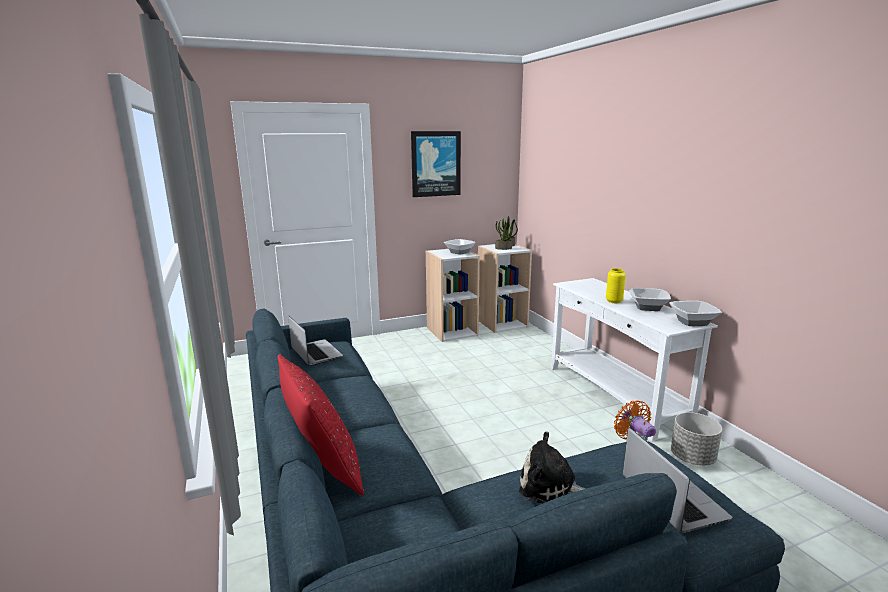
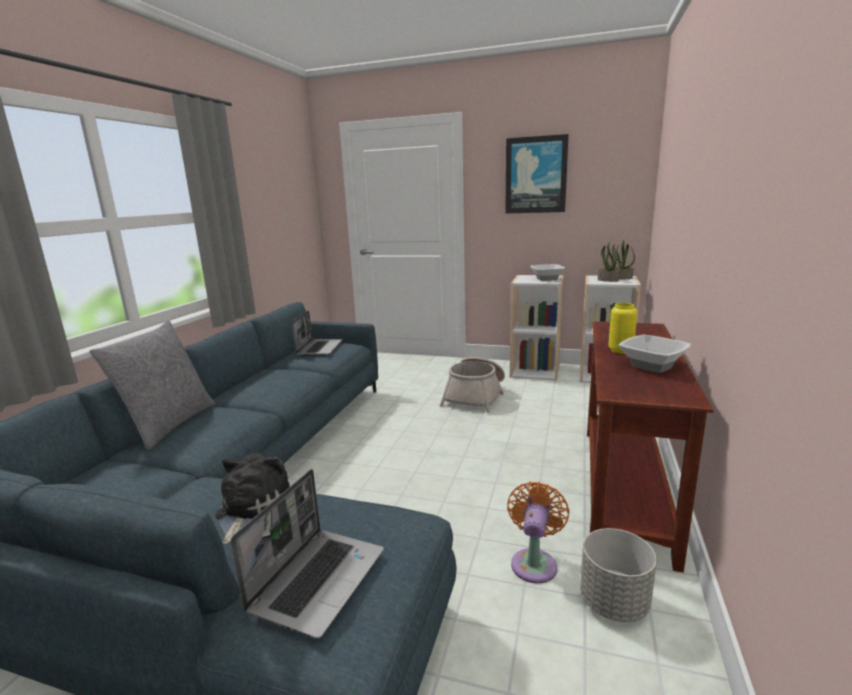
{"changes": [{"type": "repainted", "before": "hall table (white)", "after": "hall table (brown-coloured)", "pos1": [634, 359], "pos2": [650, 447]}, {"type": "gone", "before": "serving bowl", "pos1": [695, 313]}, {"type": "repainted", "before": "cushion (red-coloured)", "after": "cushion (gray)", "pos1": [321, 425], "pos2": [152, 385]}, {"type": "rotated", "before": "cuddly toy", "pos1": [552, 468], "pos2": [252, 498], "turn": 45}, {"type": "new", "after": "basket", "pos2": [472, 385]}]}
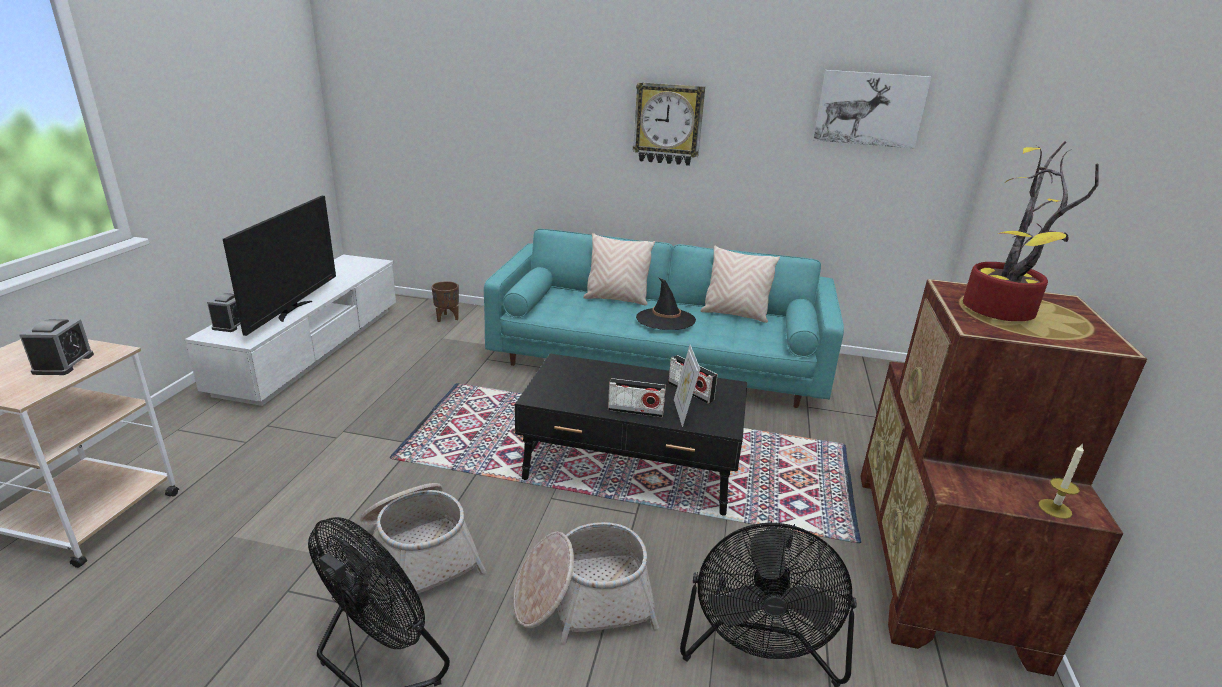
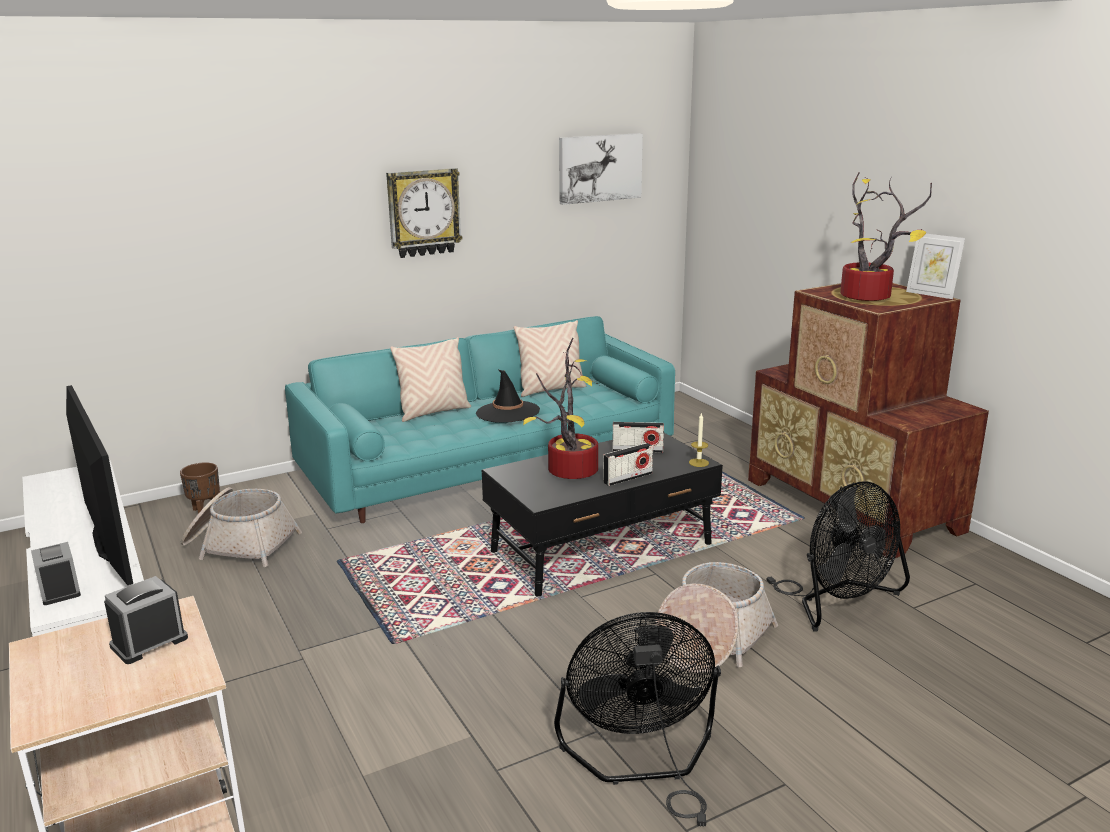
{"changes": [{"type": "rotated", "before": "alarm clock", "pos1": [56, 347], "pos2": [146, 620], "turn": -90}, {"type": "shifted", "before": "picture frame", "pos1": [687, 386], "pos2": [935, 266]}, {"type": "shifted", "before": "wax candle", "pos1": [1061, 481], "pos2": [699, 439]}, {"type": "shifted", "before": "basket", "pos1": [423, 547], "pos2": [241, 527]}, {"type": "new", "after": "plant in a pot", "pos2": [561, 408]}]}
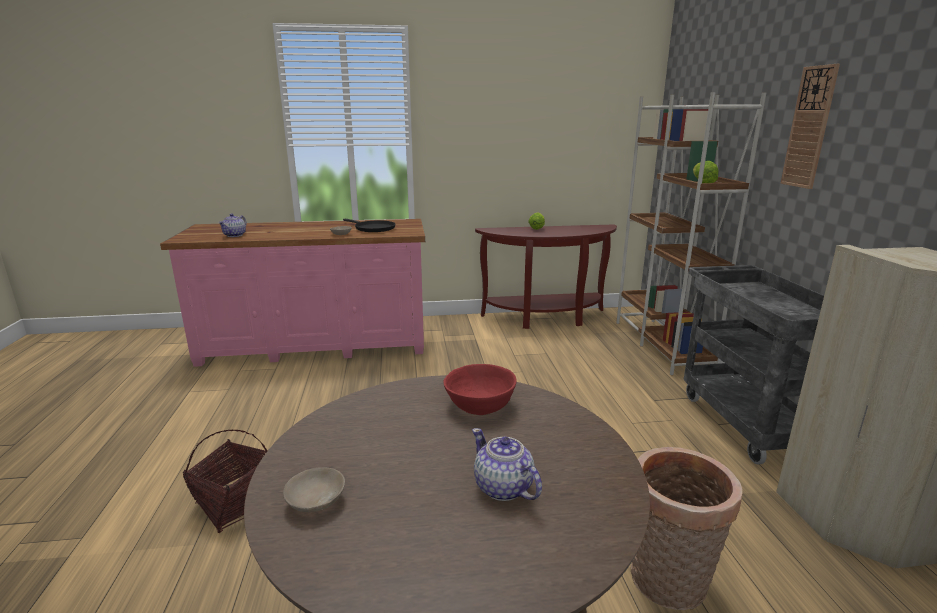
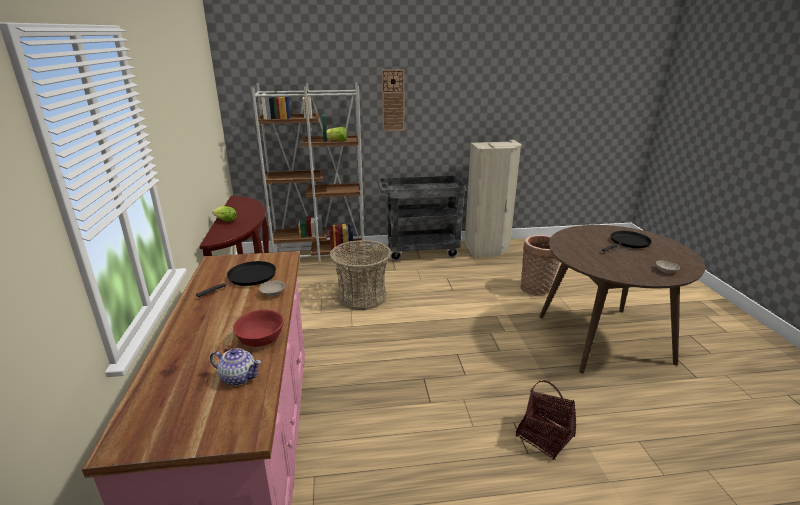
{"changes": [{"type": "shifted", "before": "serving bowl (red-coloured)", "pos1": [480, 389], "pos2": [258, 328]}, {"type": "swapped", "before": "pot for tea", "after": "frying pan (black-coloured)", "pos1": [507, 464], "pos2": [627, 241]}, {"type": "new", "after": "basket", "pos2": [360, 275]}]}
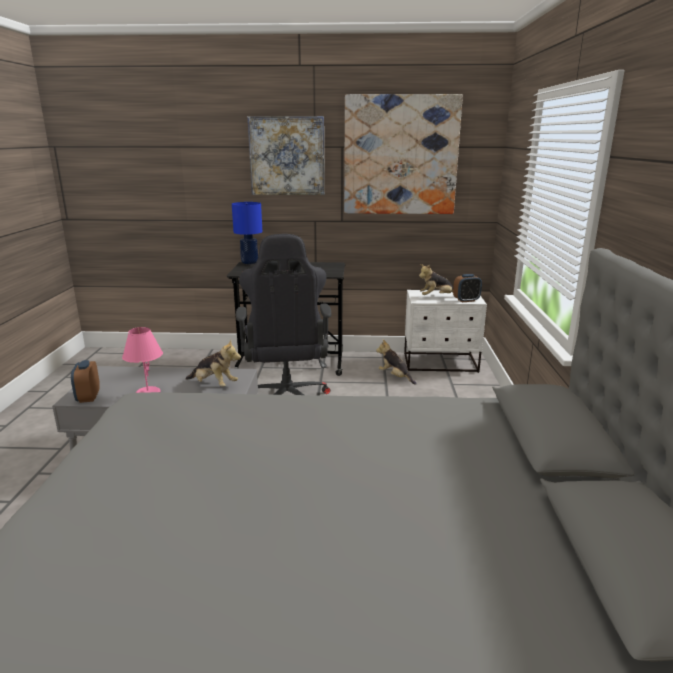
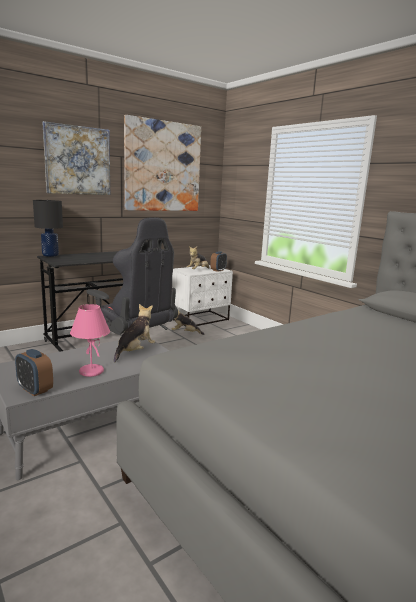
{"changes": [{"type": "repainted", "before": "tabletop lamp (blue)", "after": "tabletop lamp (black-coloured)", "pos1": [247, 233], "pos2": [48, 228]}, {"type": "rotated", "before": "cuddly toy", "pos1": [213, 363], "pos2": [134, 333], "turn": -45}]}
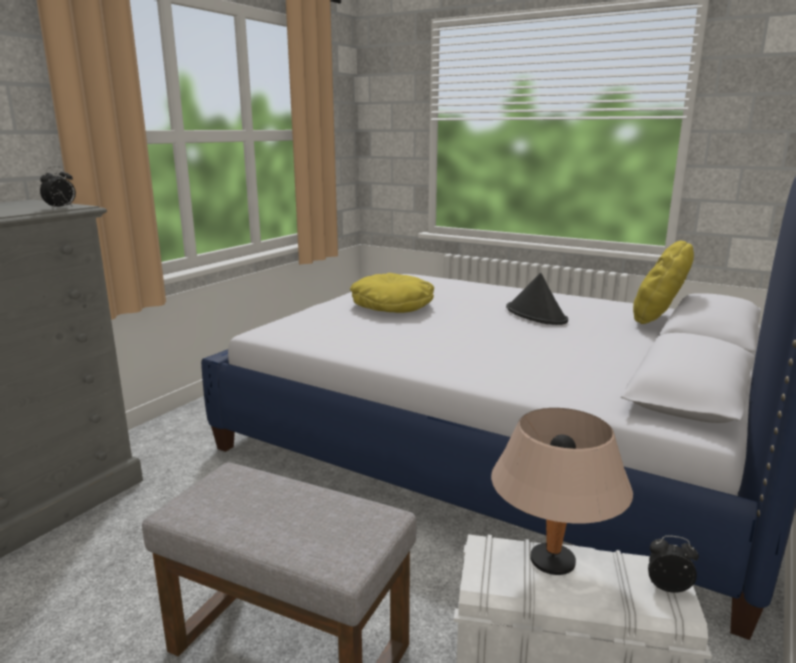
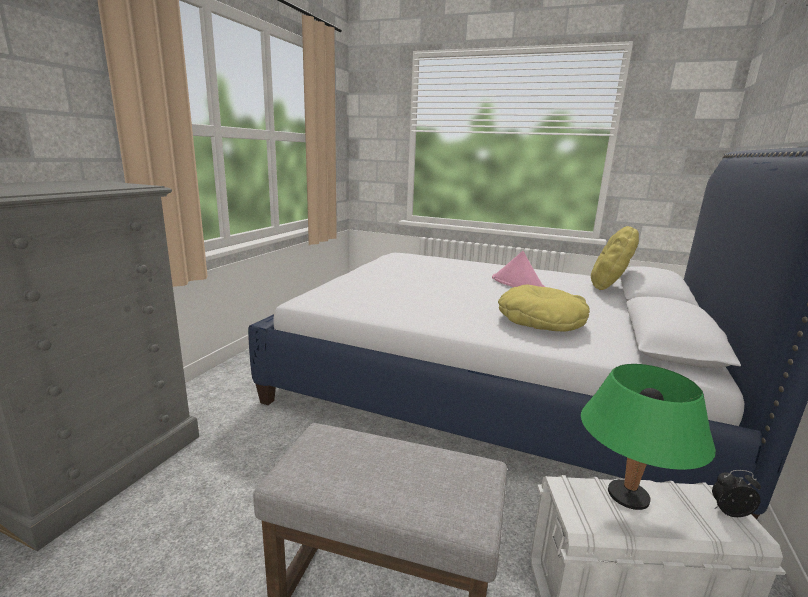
{"changes": [{"type": "gone", "before": "alarm clock", "pos1": [58, 187]}, {"type": "shifted", "before": "cushion (yellow-coloured)", "pos1": [392, 293], "pos2": [544, 308]}, {"type": "repainted", "before": "hat (black-coloured)", "after": "hat (pink)", "pos1": [537, 299], "pos2": [518, 269]}, {"type": "repainted", "before": "tabletop lamp (sand-coloured)", "after": "tabletop lamp (green-coloured)", "pos1": [562, 491], "pos2": [648, 437]}]}
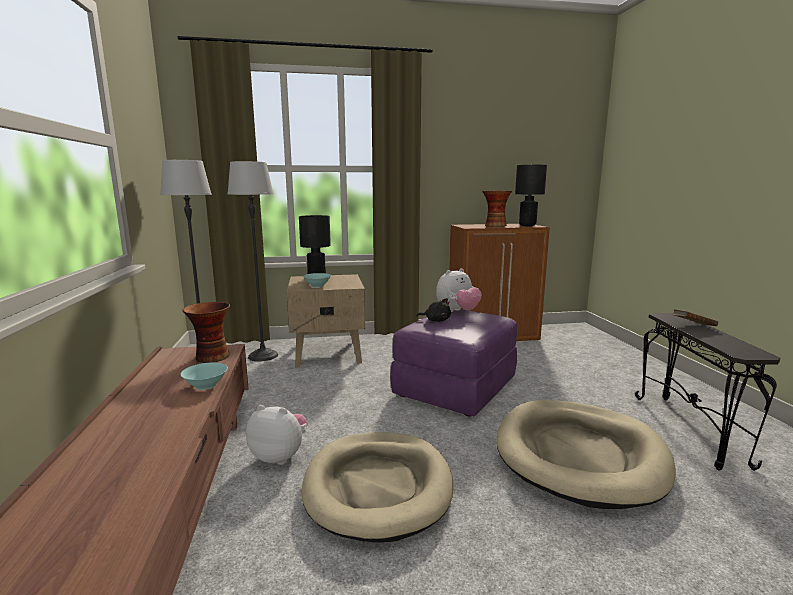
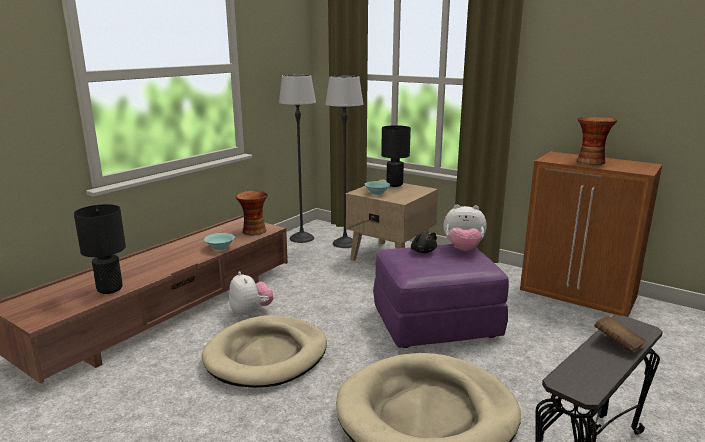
{"changes": [{"type": "shifted", "before": "tabletop lamp (black-coloured)", "pos1": [531, 195], "pos2": [100, 249]}]}
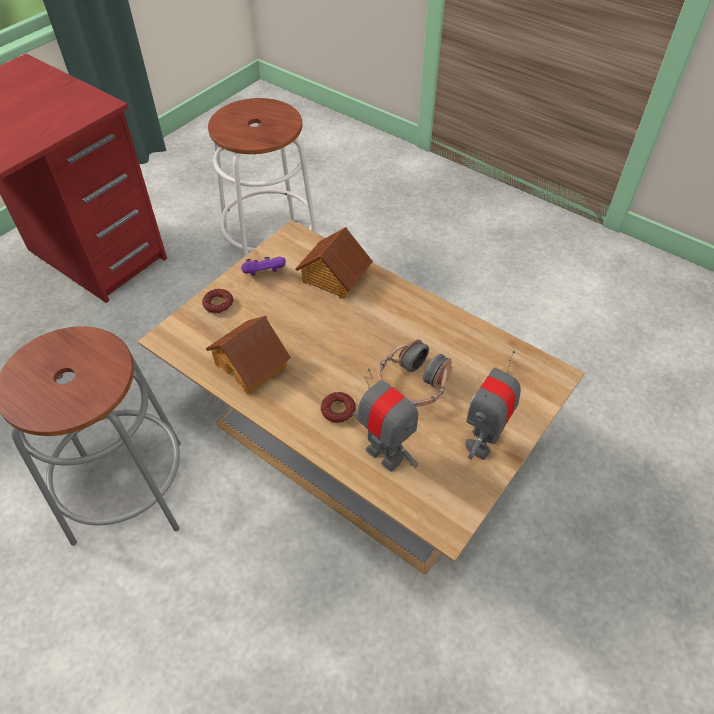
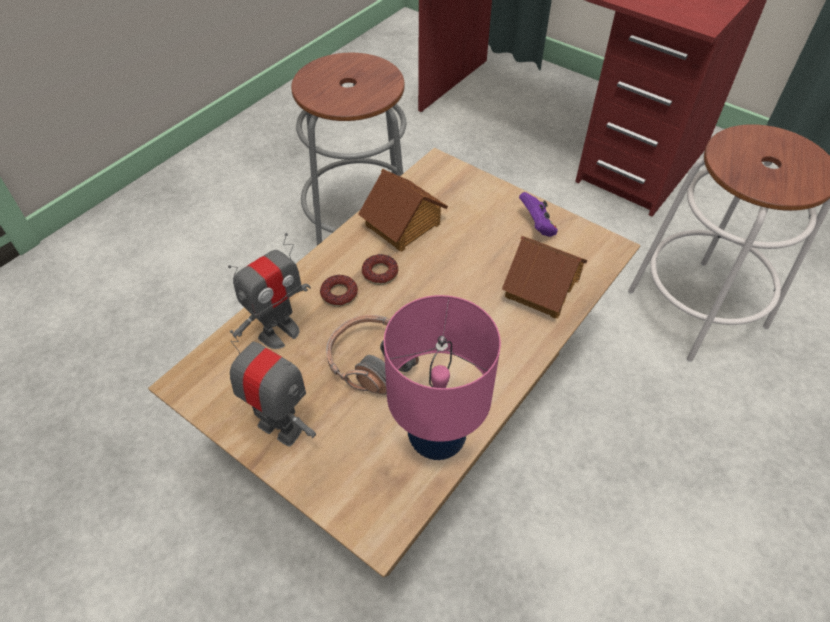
{"changes": [{"type": "shifted", "before": "doughnut", "pos1": [217, 301], "pos2": [380, 269]}, {"type": "new", "after": "tabletop lamp (pink)", "pos2": [442, 377]}]}
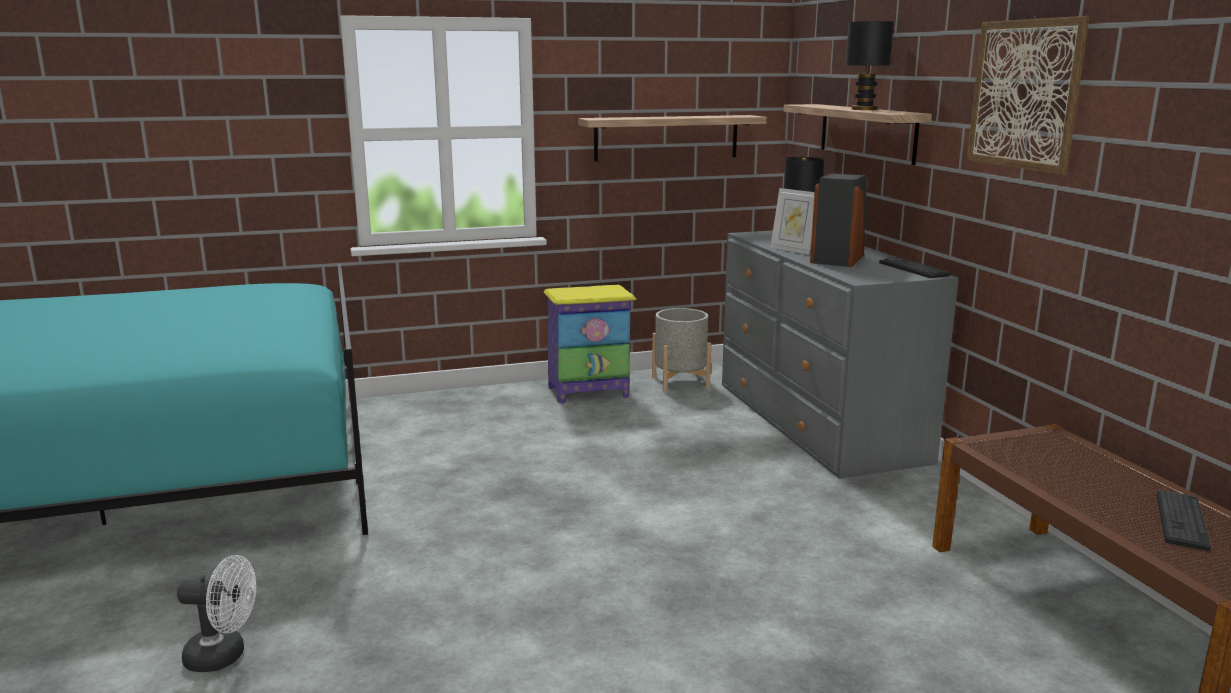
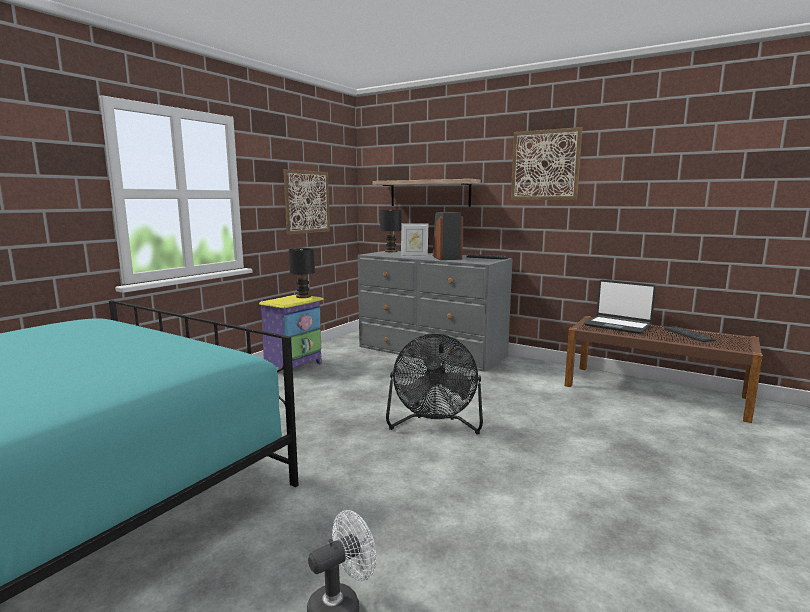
{"changes": [{"type": "shifted", "before": "tabletop lamp (black-coloured)", "pos1": [869, 65], "pos2": [302, 273]}, {"type": "swapped", "before": "bracket shelf", "after": "wall picture", "pos1": [672, 138], "pos2": [306, 201]}, {"type": "gone", "before": "planter (gray)", "pos1": [681, 350]}, {"type": "new", "after": "portable computer", "pos2": [620, 307]}, {"type": "new", "after": "cooling fan (black-coloured)", "pos2": [434, 384]}]}
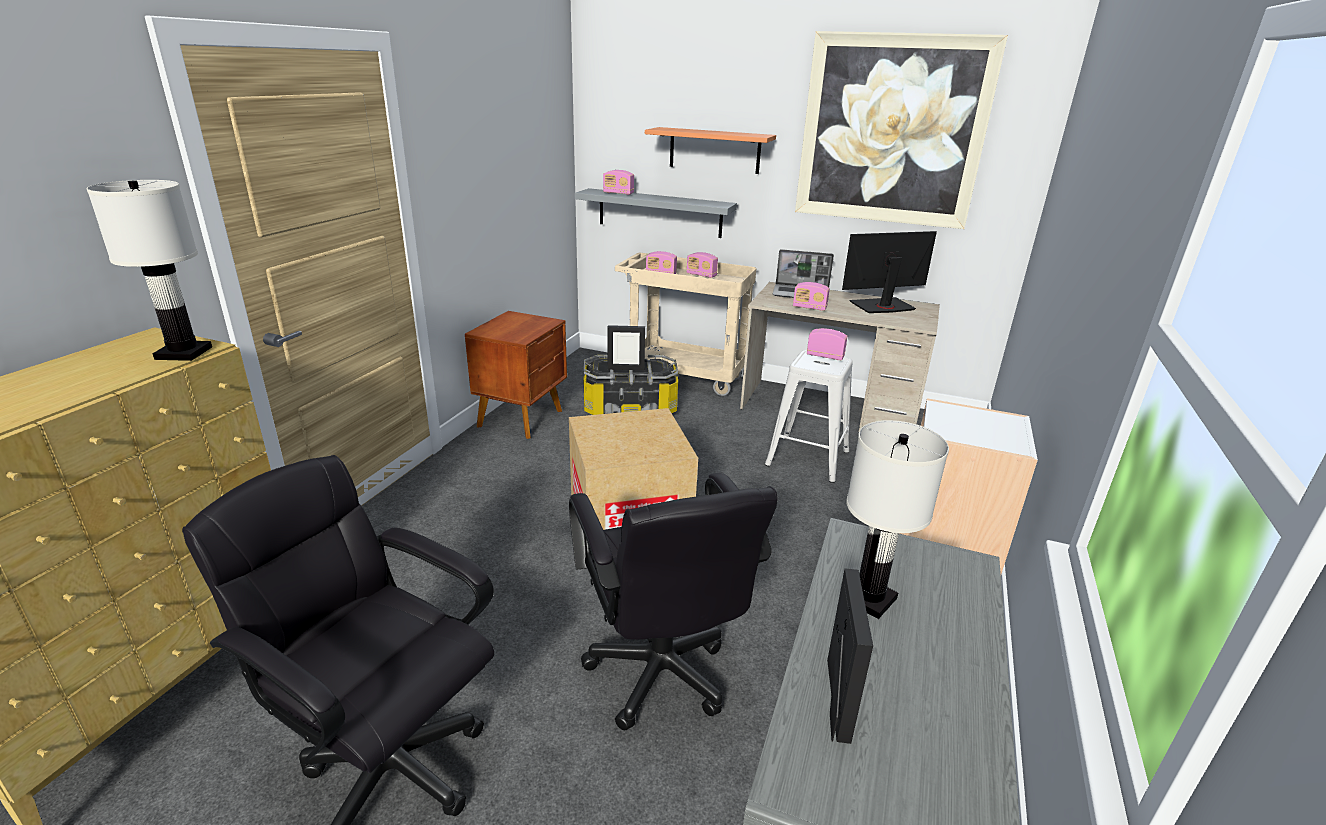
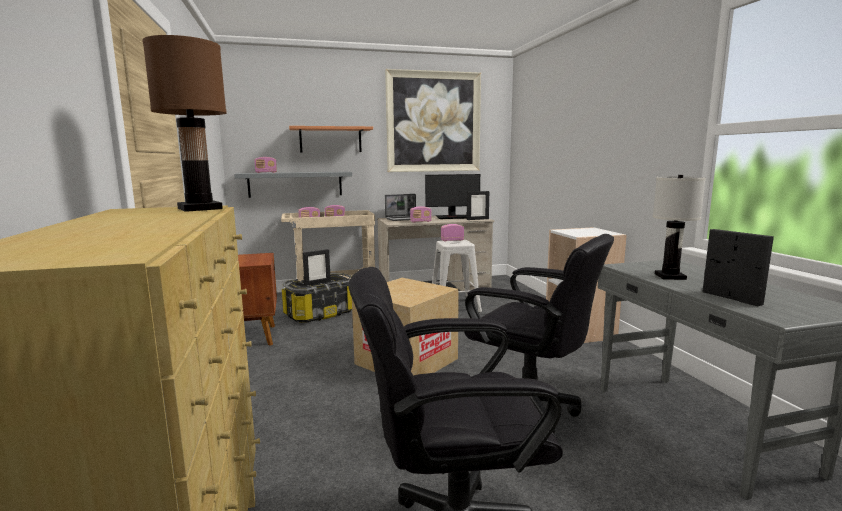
{"changes": [{"type": "repainted", "before": "tabletop lamp (white)", "after": "tabletop lamp (brown-coloured)", "pos1": [149, 270], "pos2": [184, 123]}, {"type": "rotated", "before": "computer display", "pos1": [889, 272], "pos2": [452, 196], "turn": -135}, {"type": "new", "after": "picture frame", "pos2": [477, 205]}]}
